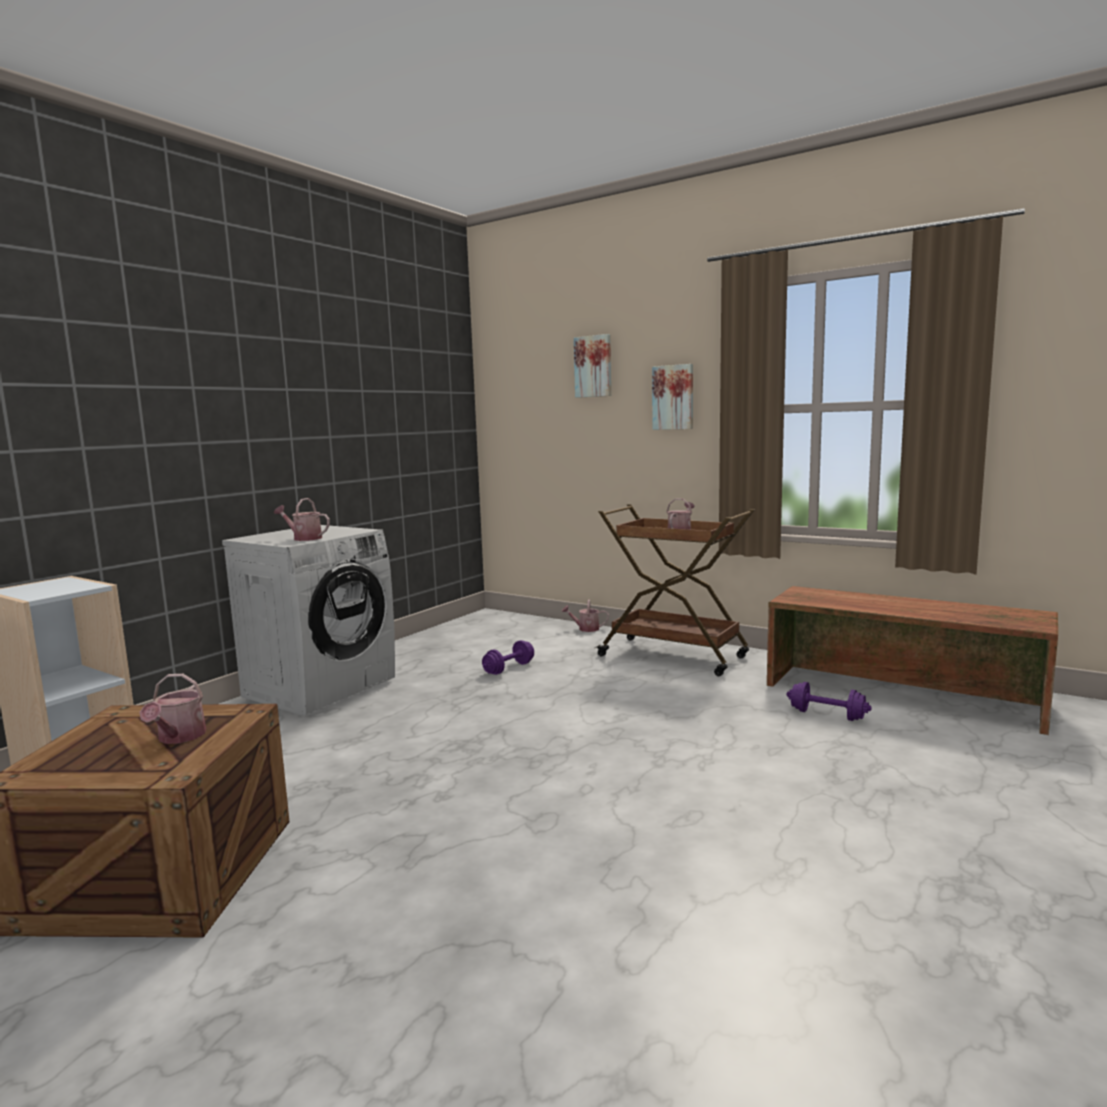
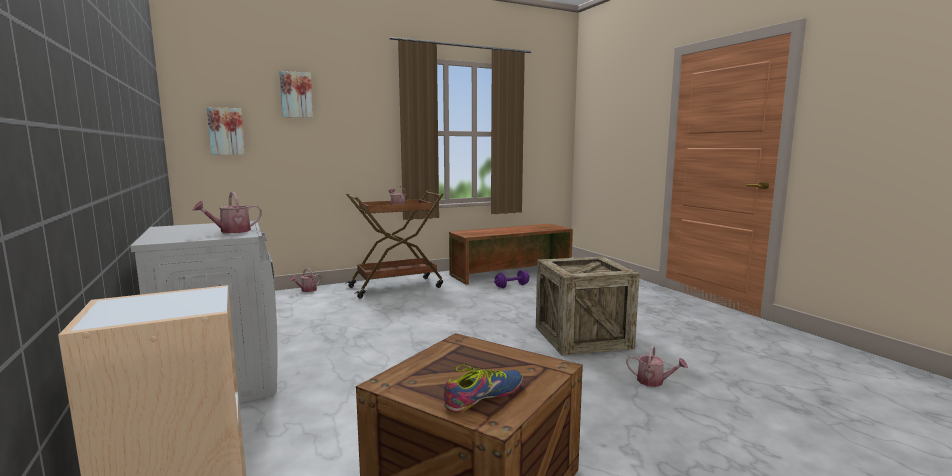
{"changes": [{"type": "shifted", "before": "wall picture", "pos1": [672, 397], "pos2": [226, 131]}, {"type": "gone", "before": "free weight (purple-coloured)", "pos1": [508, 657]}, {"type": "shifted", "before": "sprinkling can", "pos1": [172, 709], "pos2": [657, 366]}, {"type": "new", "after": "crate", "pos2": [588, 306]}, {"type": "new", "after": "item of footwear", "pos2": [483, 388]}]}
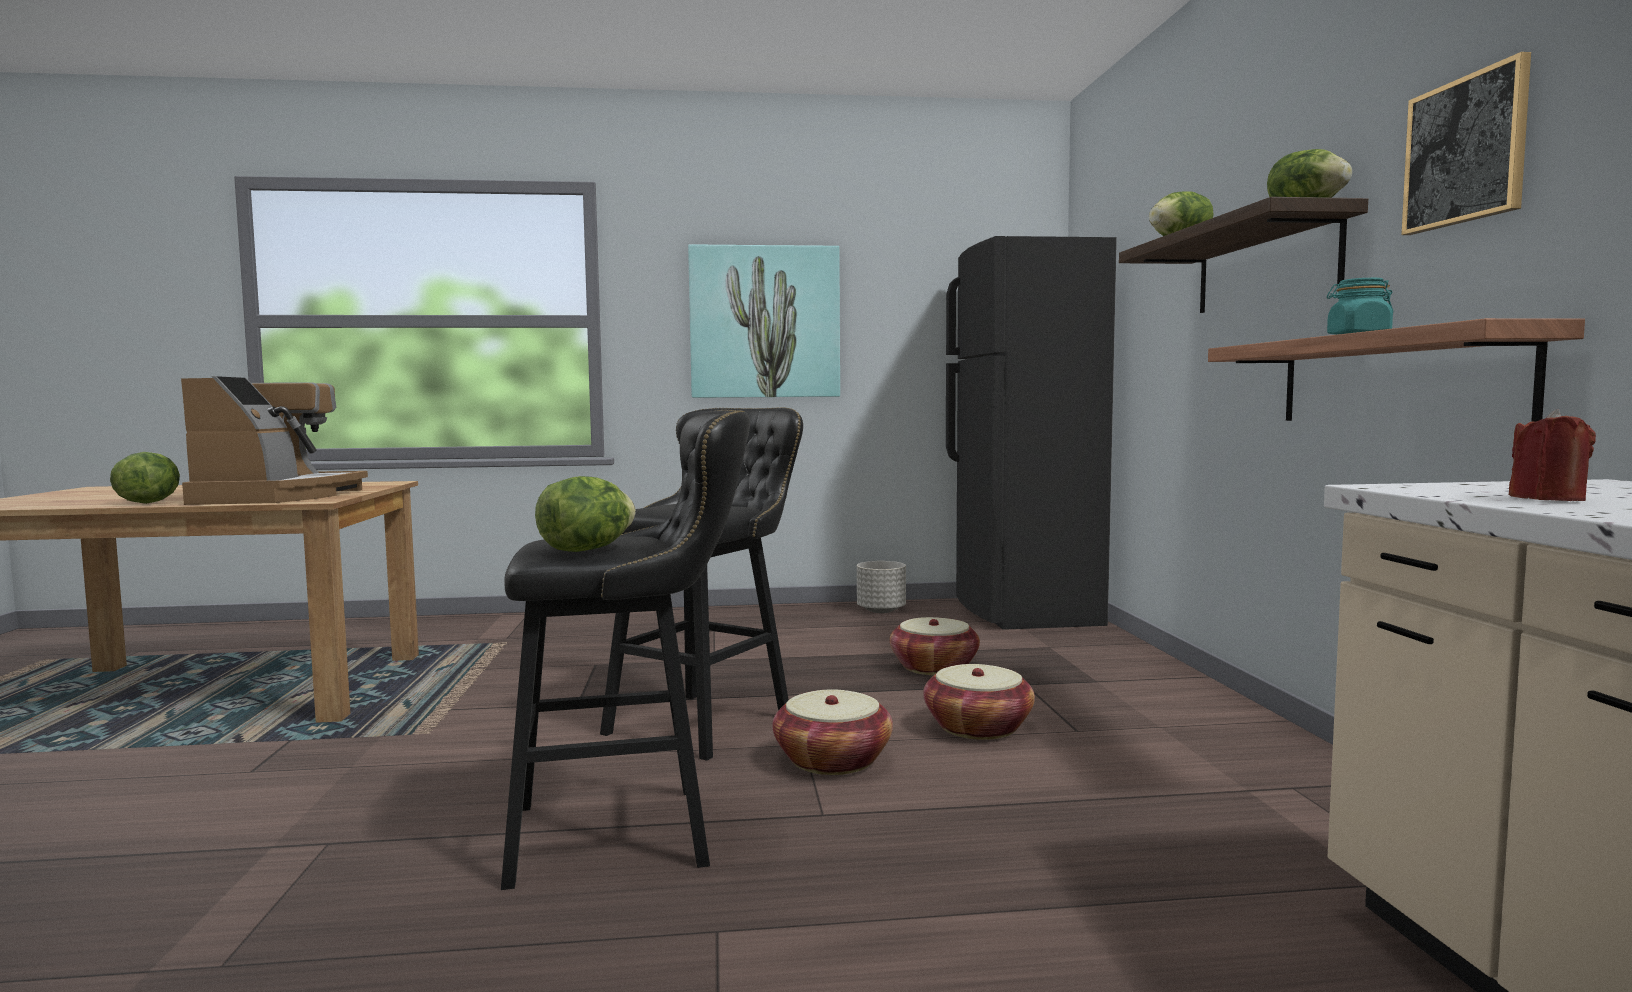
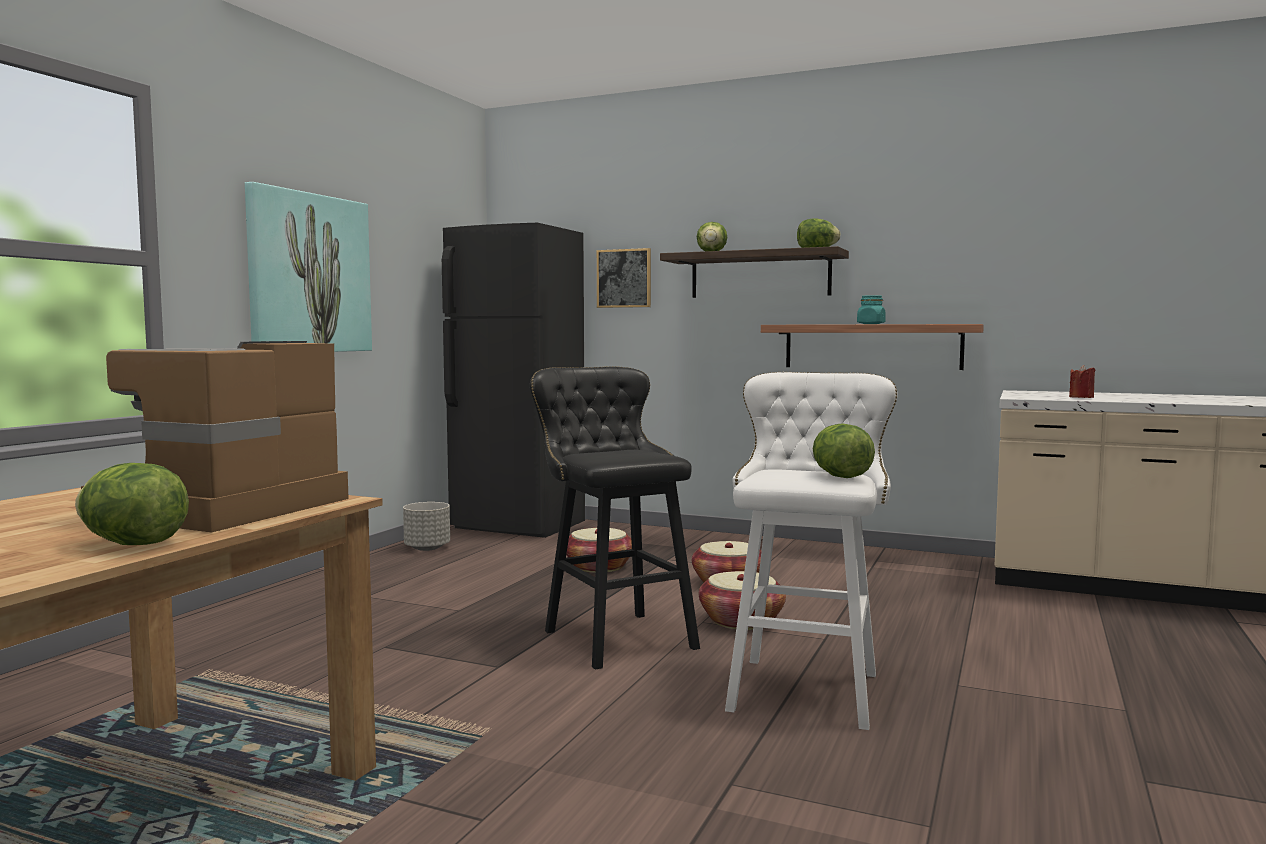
{"changes": [{"type": "shifted", "before": "wall picture", "pos1": [1466, 143], "pos2": [624, 278]}, {"type": "rotated", "before": "coffee brewer", "pos1": [274, 440], "pos2": [215, 436], "turn": -90}, {"type": "repainted", "before": "stool (black-coloured)", "after": "stool (white)", "pos1": [625, 650], "pos2": [811, 551]}]}
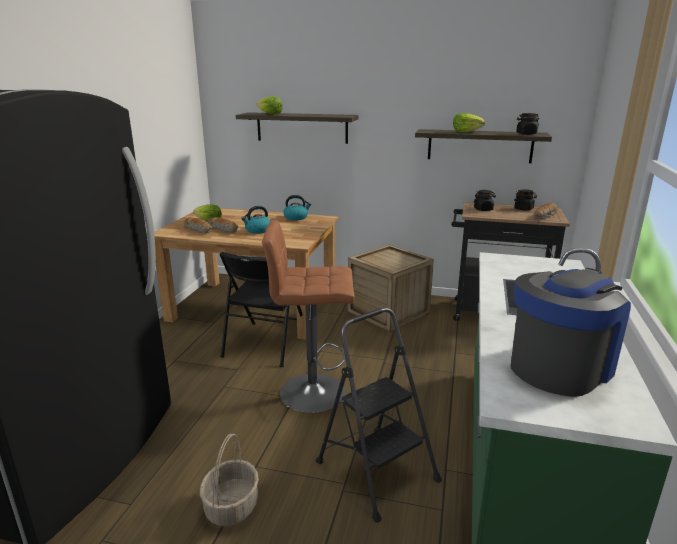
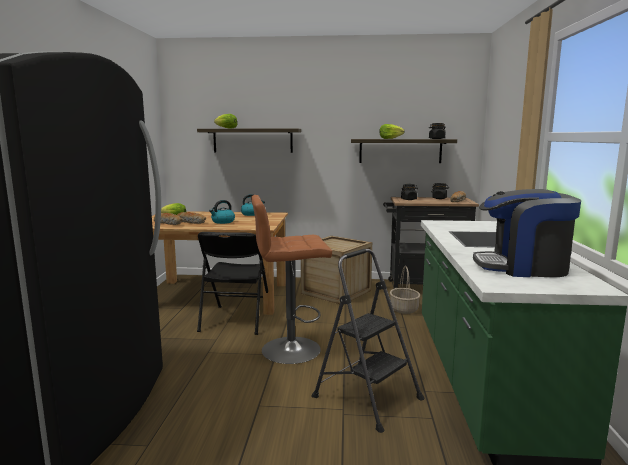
{"changes": [{"type": "rotated", "before": "coffee brewer", "pos1": [571, 332], "pos2": [527, 233], "turn": -120}, {"type": "shifted", "before": "basket", "pos1": [229, 480], "pos2": [405, 290]}]}
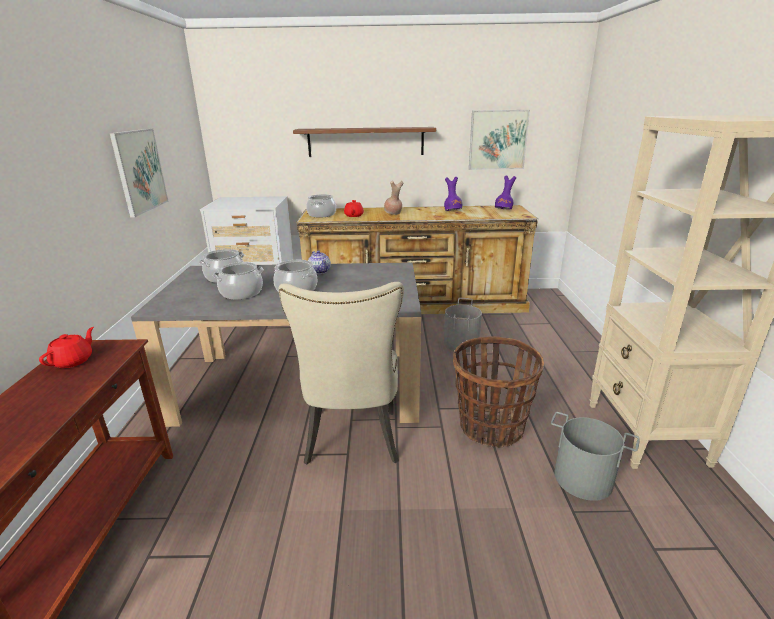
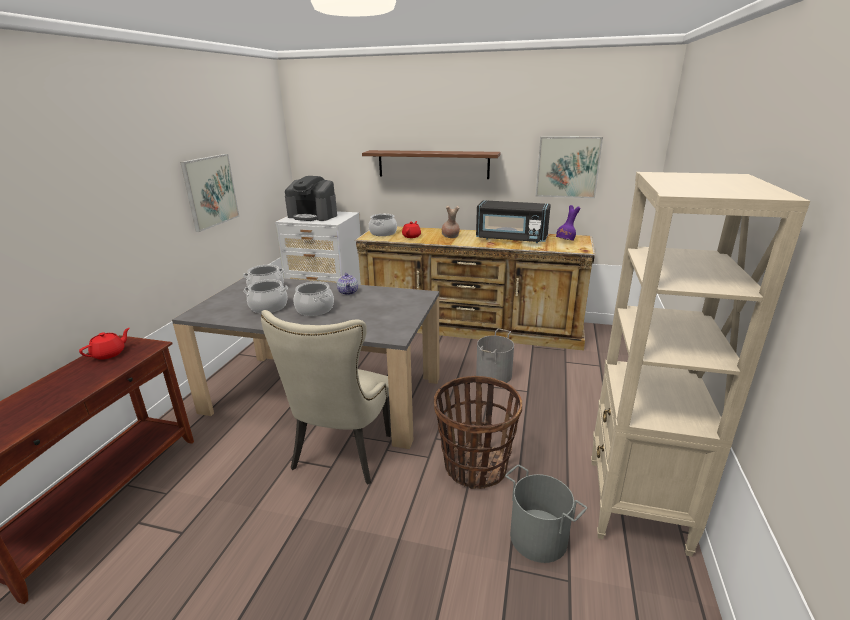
{"changes": [{"type": "swapped", "before": "decorative vase (purple-coloured)", "after": "microwave (black-coloured)", "pos1": [453, 194], "pos2": [513, 221]}, {"type": "new", "after": "coffee brewer", "pos2": [311, 198]}]}
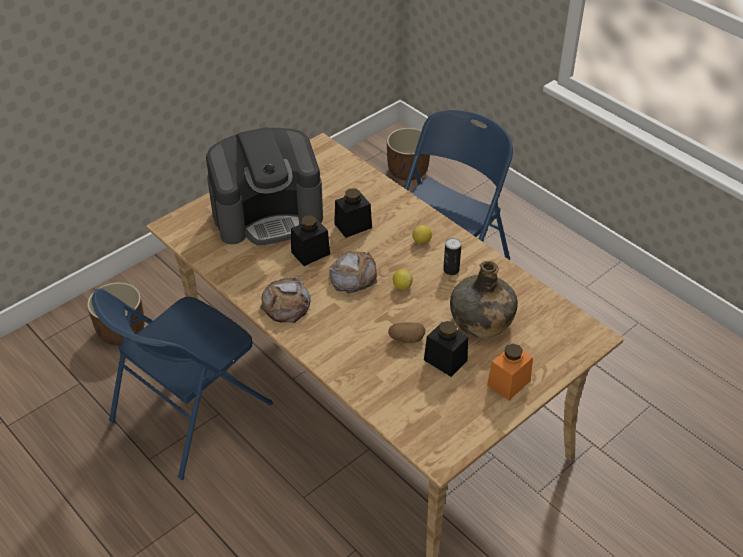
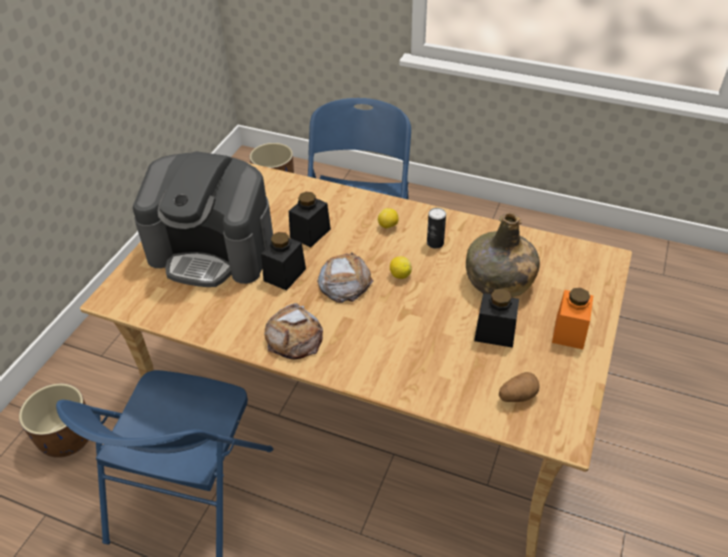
{"changes": [{"type": "rotated", "before": "coffee brewer", "pos1": [264, 186], "pos2": [203, 219], "turn": 60}, {"type": "shifted", "before": "potato", "pos1": [406, 332], "pos2": [519, 387]}]}
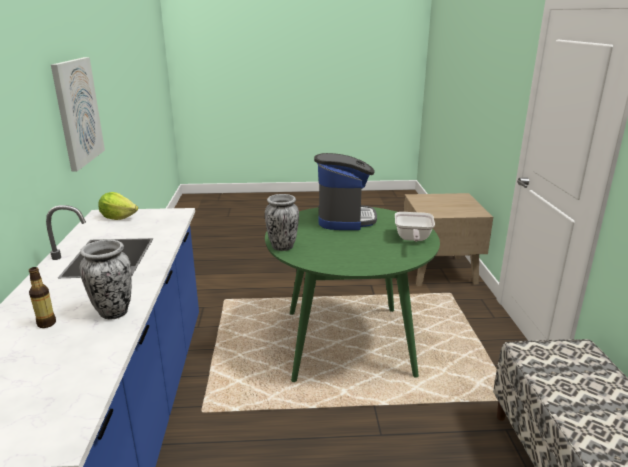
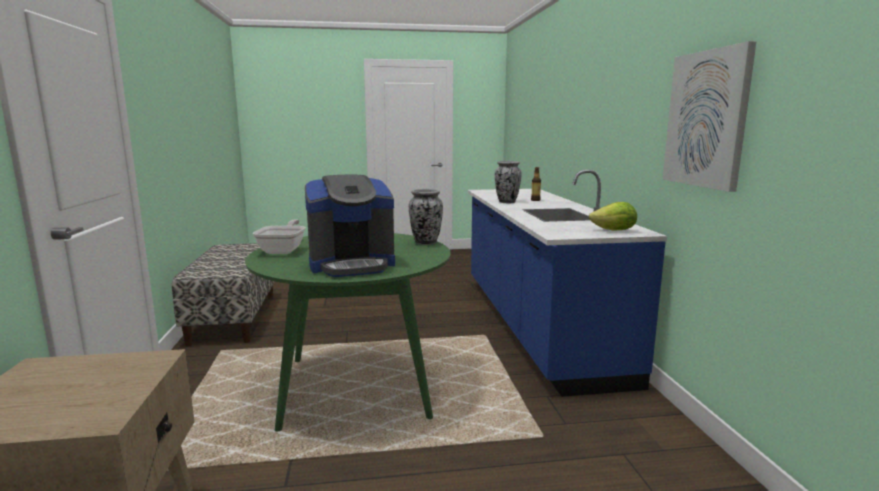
{"changes": [{"type": "rotated", "before": "coffee brewer", "pos1": [345, 191], "pos2": [350, 226], "turn": -105}]}
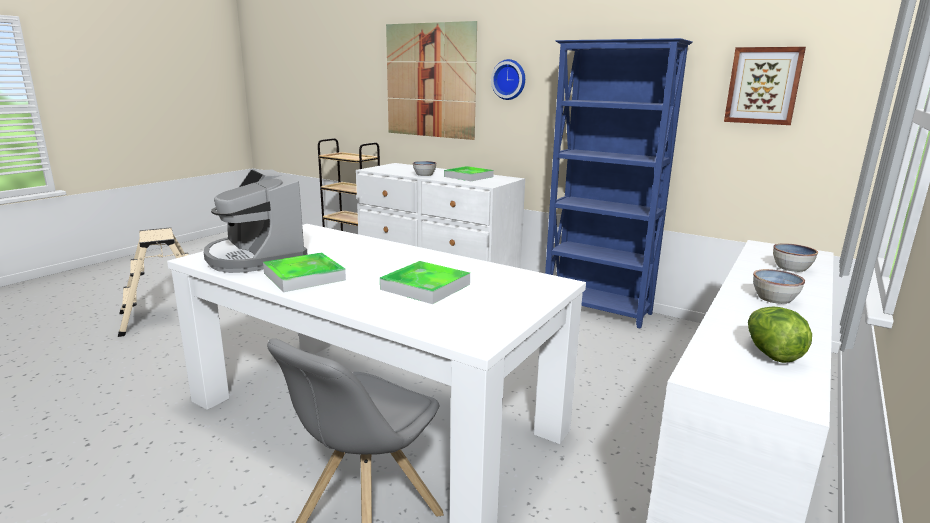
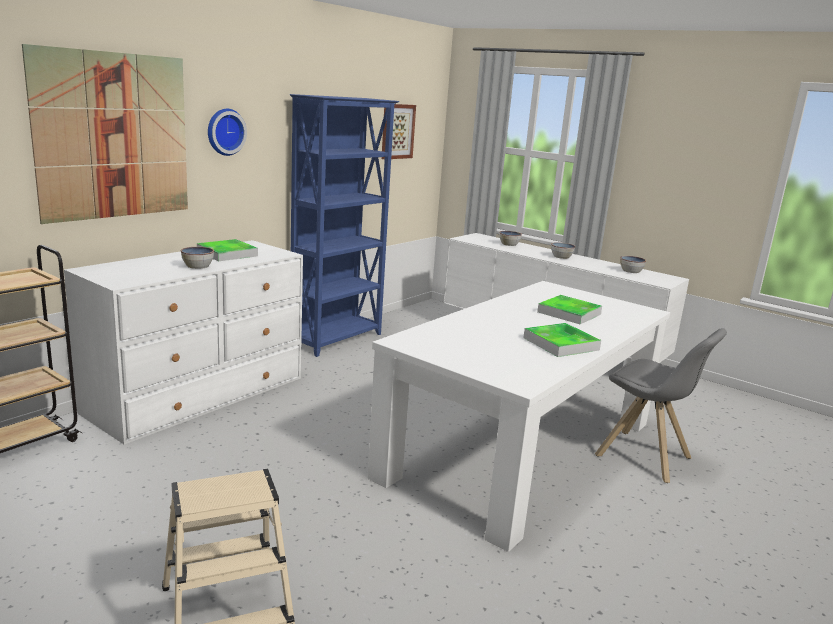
{"changes": [{"type": "gone", "before": "coffee brewer", "pos1": [256, 221]}, {"type": "swapped", "before": "lettuce head", "after": "serving bowl", "pos1": [780, 335], "pos2": [633, 264]}]}
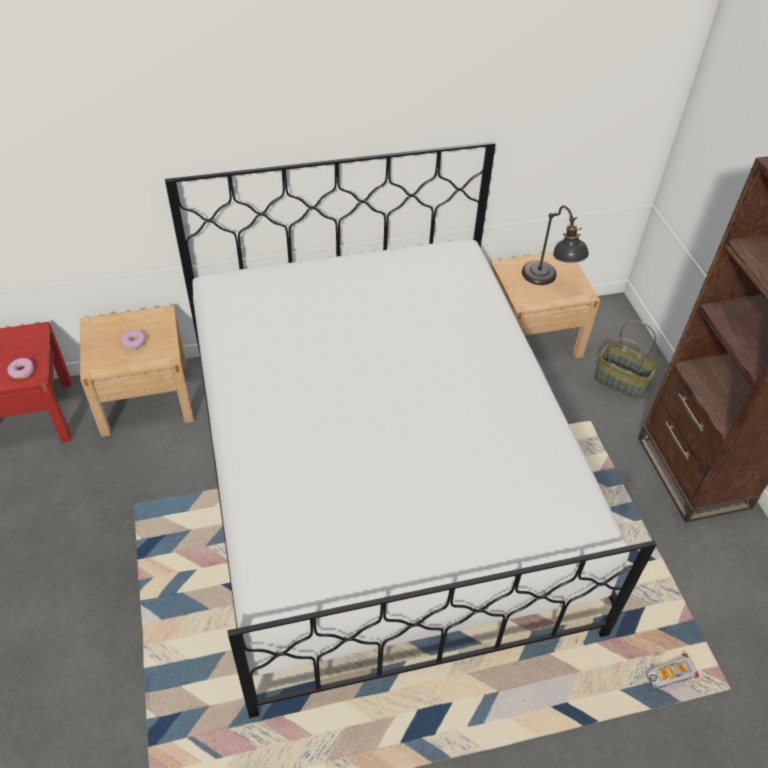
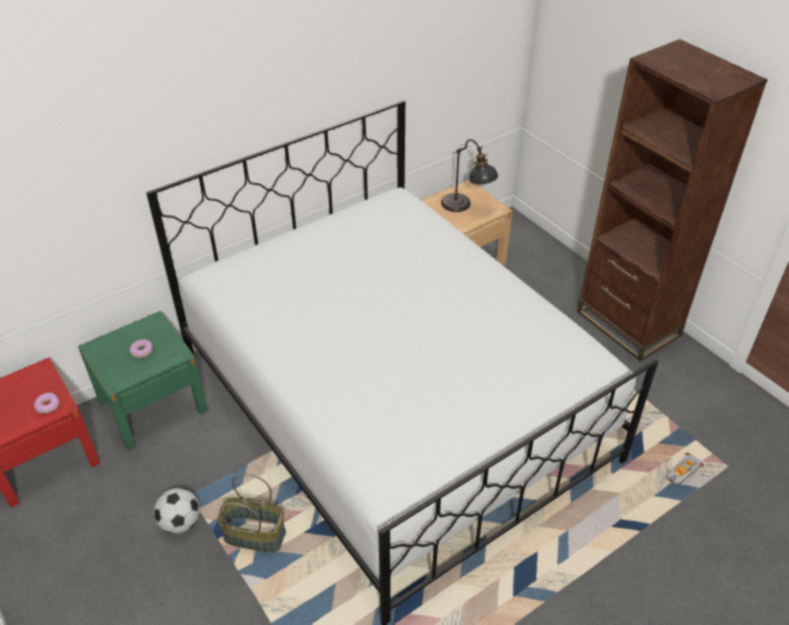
{"changes": [{"type": "repainted", "before": "night table (sand-coloured)", "after": "night table (green-coloured)", "pos1": [137, 371], "pos2": [143, 380]}, {"type": "shifted", "before": "basket", "pos1": [626, 360], "pos2": [251, 512]}, {"type": "new", "after": "ball for football", "pos2": [177, 511]}]}
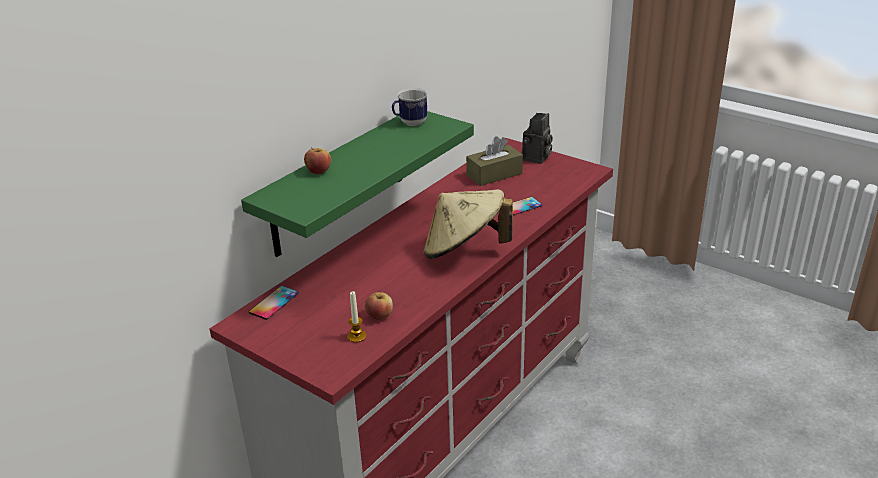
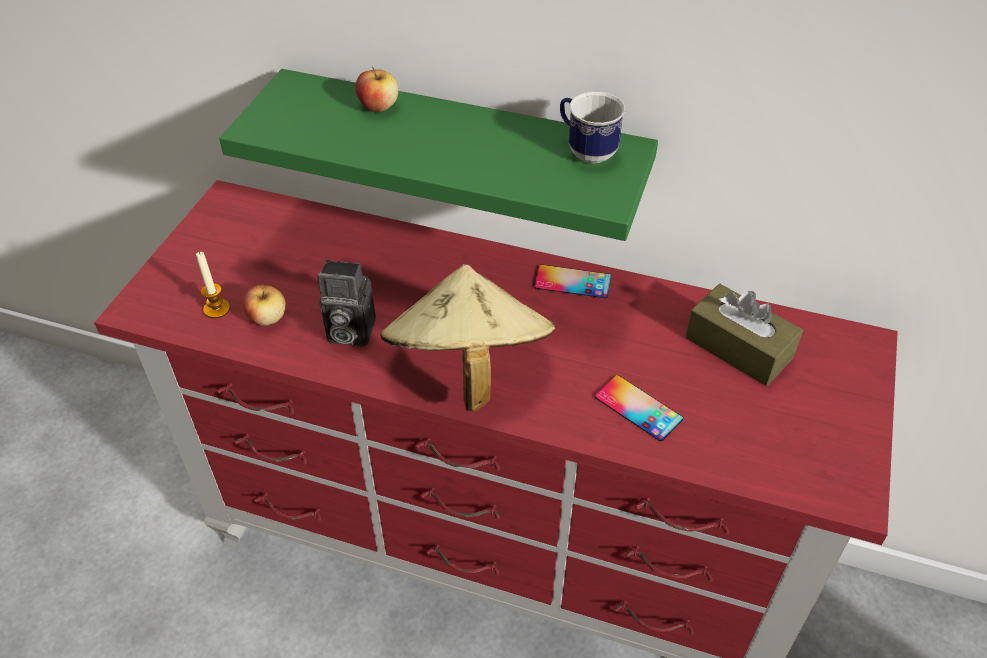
{"changes": [{"type": "shifted", "before": "still camera", "pos1": [537, 138], "pos2": [346, 303]}, {"type": "shifted", "before": "phone", "pos1": [273, 303], "pos2": [572, 281]}]}
